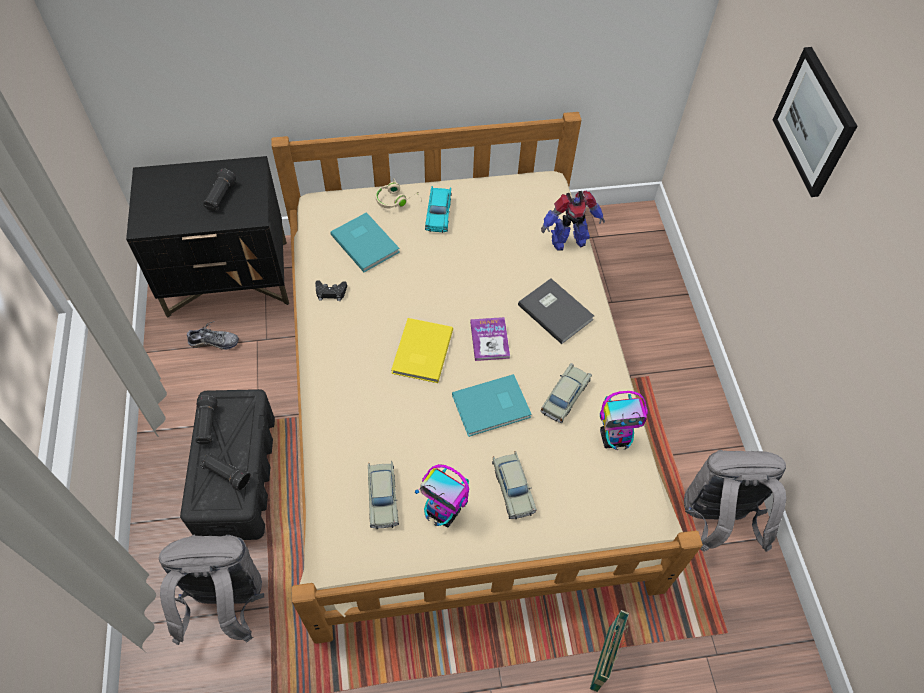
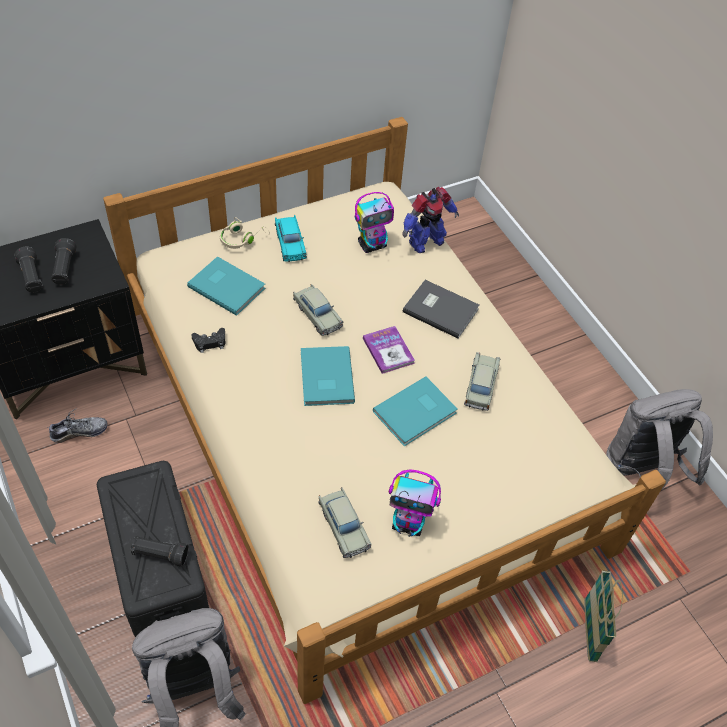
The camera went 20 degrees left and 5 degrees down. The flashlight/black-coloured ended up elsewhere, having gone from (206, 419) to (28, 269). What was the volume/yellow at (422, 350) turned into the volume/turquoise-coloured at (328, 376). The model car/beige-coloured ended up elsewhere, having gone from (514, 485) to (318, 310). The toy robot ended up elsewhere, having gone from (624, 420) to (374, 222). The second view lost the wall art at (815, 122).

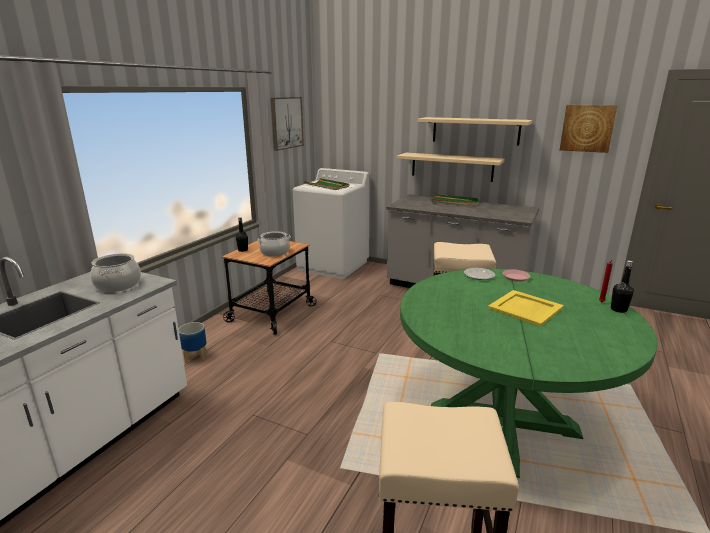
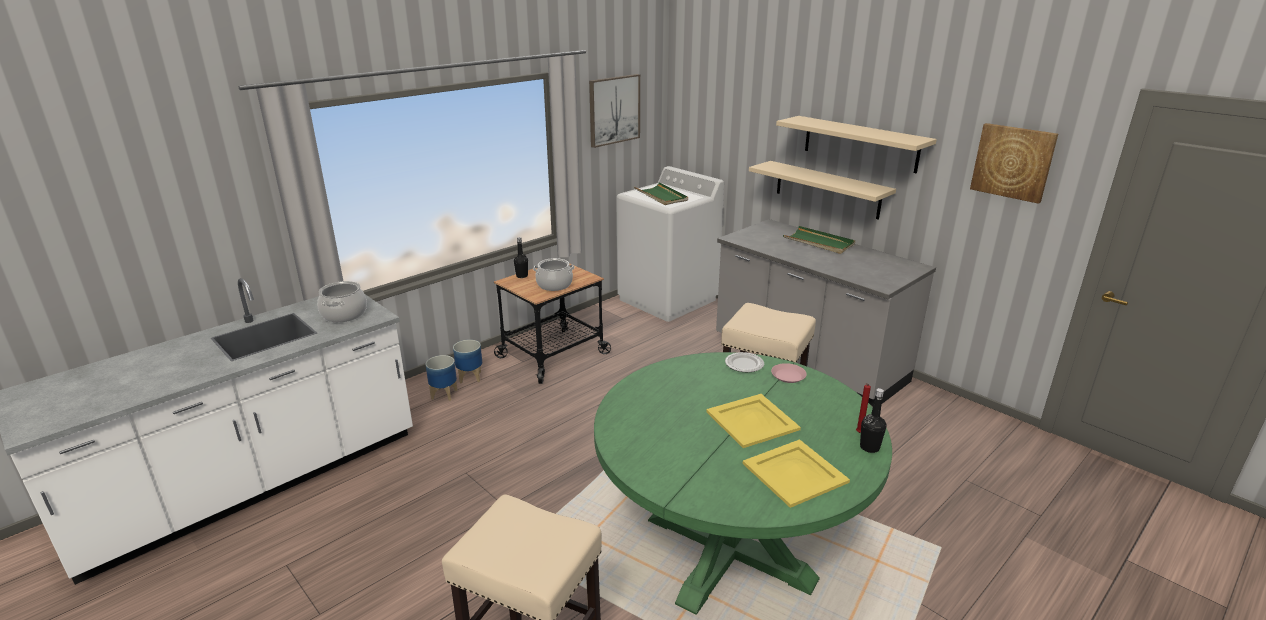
The camera went 20 degrees right and 5 degrees up. The second view gained the planter at (467, 361). The second view gained the serving tray/yellow at (796, 473).

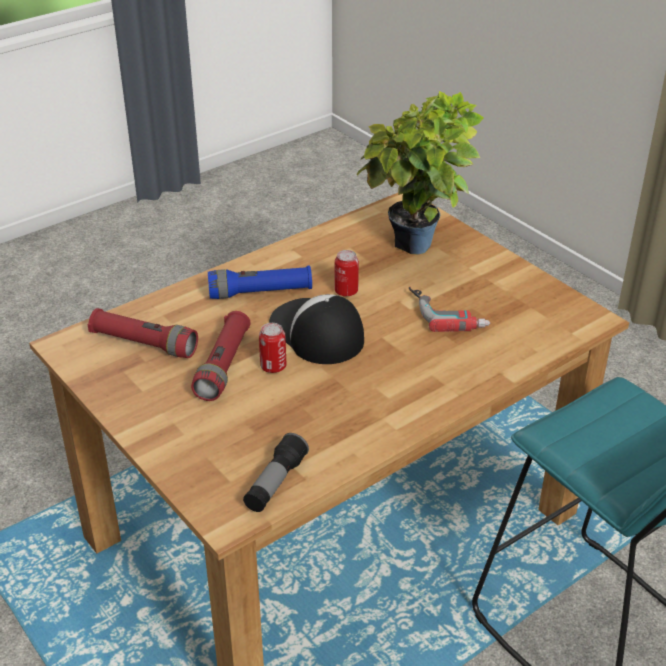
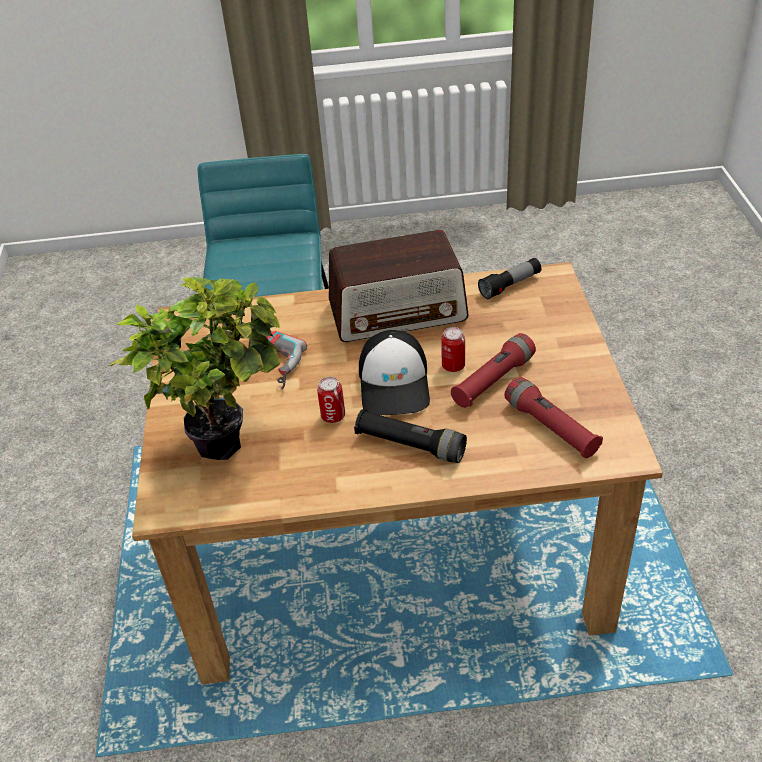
The camera went 145 degrees left and 5 degrees up. What was the flashlight/blue at (260, 282) turned into the flashlight/black-coloured at (410, 436). The second view gained the radio set at (399, 286).

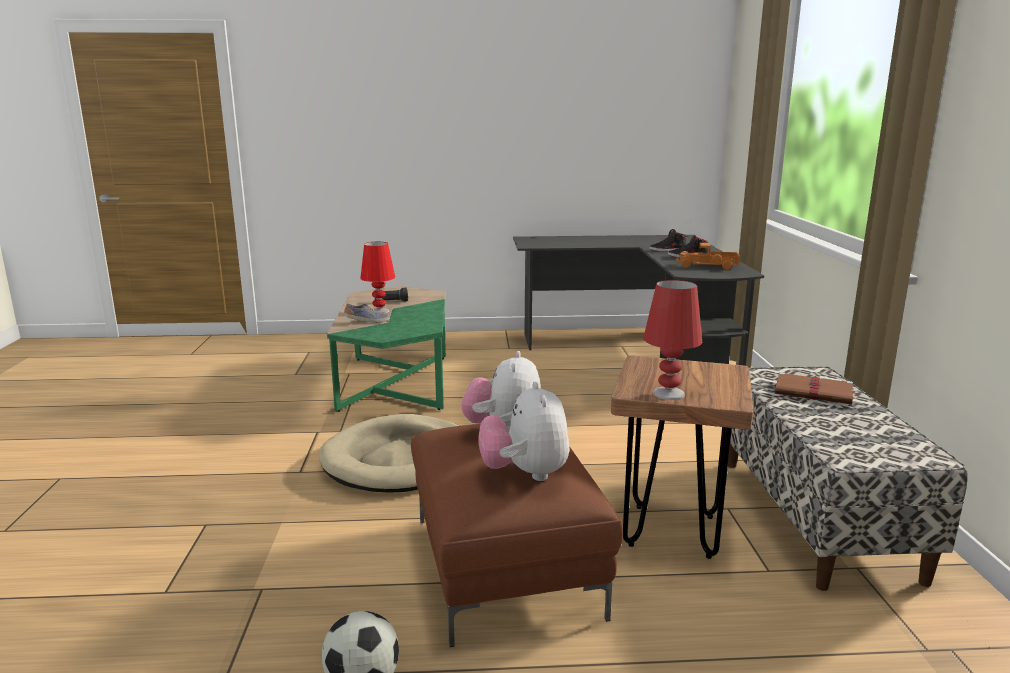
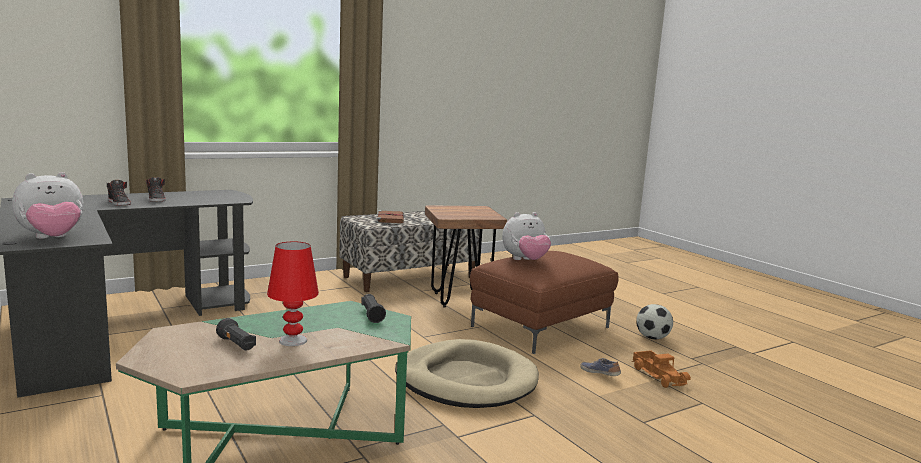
The camera went 120 degrees left and 5 degrees down. The low shoe ended up elsewhere, having gone from (367, 313) to (600, 367). The plush toy ended up elsewhere, having gone from (524, 431) to (48, 205). The second view lost the tabletop lamp/red at (672, 340). The model truck ended up elsewhere, having gone from (708, 256) to (661, 369). The second view gained the flashlight/black-coloured at (373, 308).

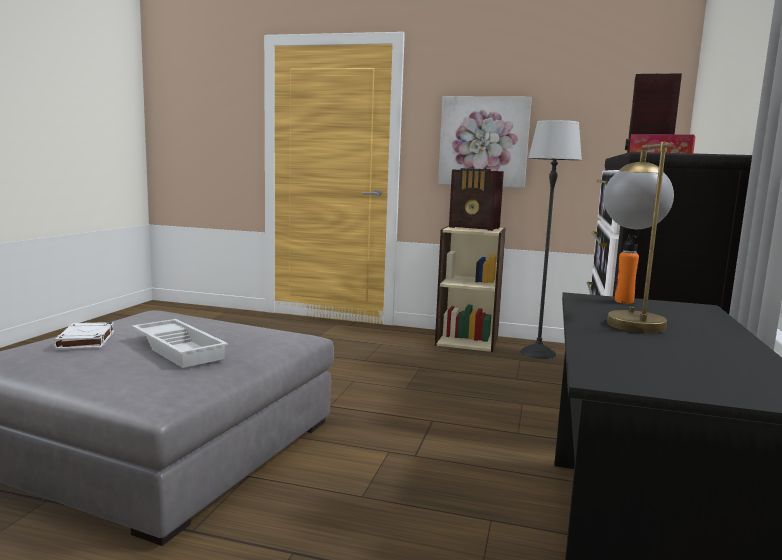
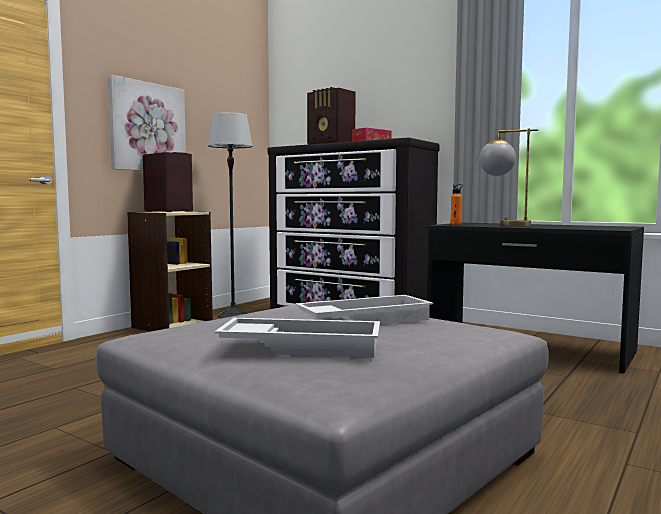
The camera went 70 degrees left and 5 degrees down. Where the volume/white stood at (83, 335), the serving tray/white came to stand at (297, 338). The radio set at (476, 199) ended up facing another way, 90 degrees counterclockwise from before.

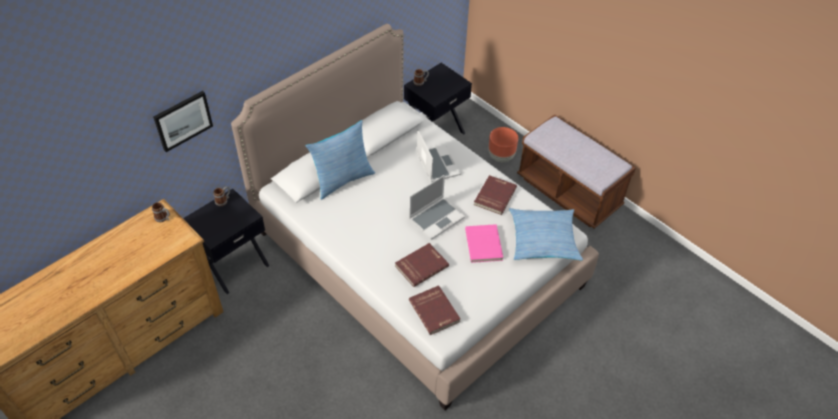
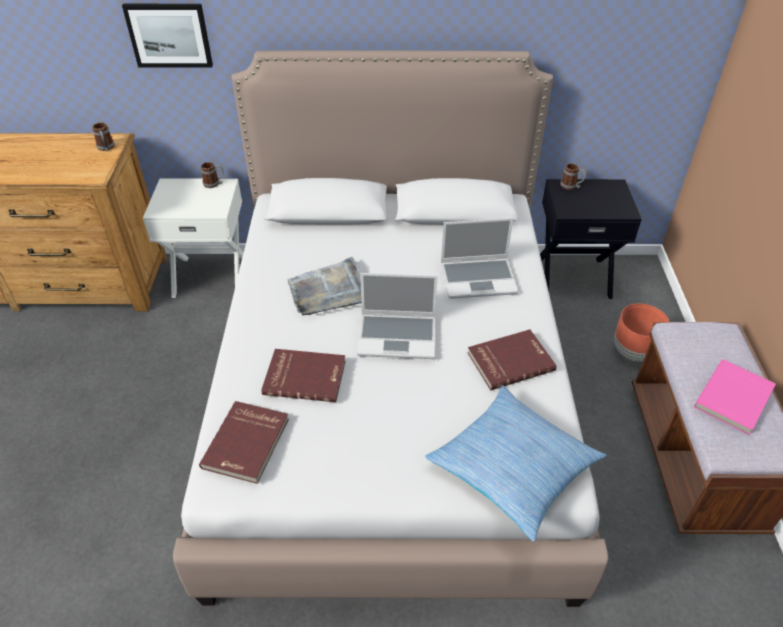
The camera went 45 degrees right and 5 degrees down. What was the nightstand/black-coloured at (226, 241) turned into the nightstand/white at (193, 238). The second view lost the cushion at (340, 160). The portable computer at (439, 156) ended up facing another way, 60 degrees clockwise from before. The volume/pink-coloured ended up elsewhere, having gone from (484, 243) to (735, 397). The second view gained the serving tray/gray at (324, 286).

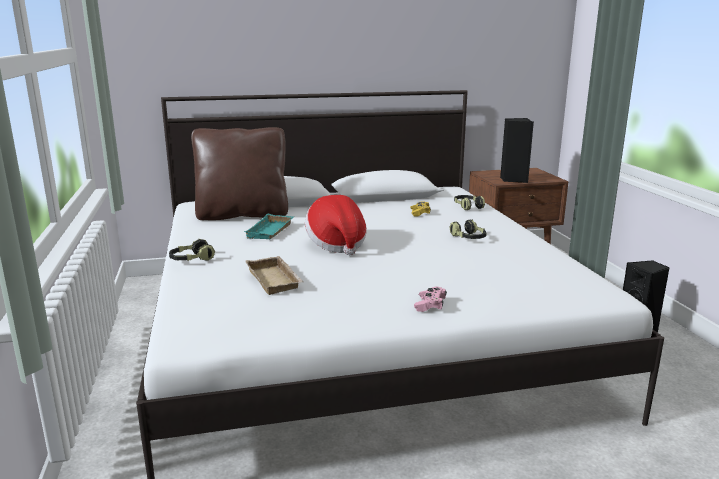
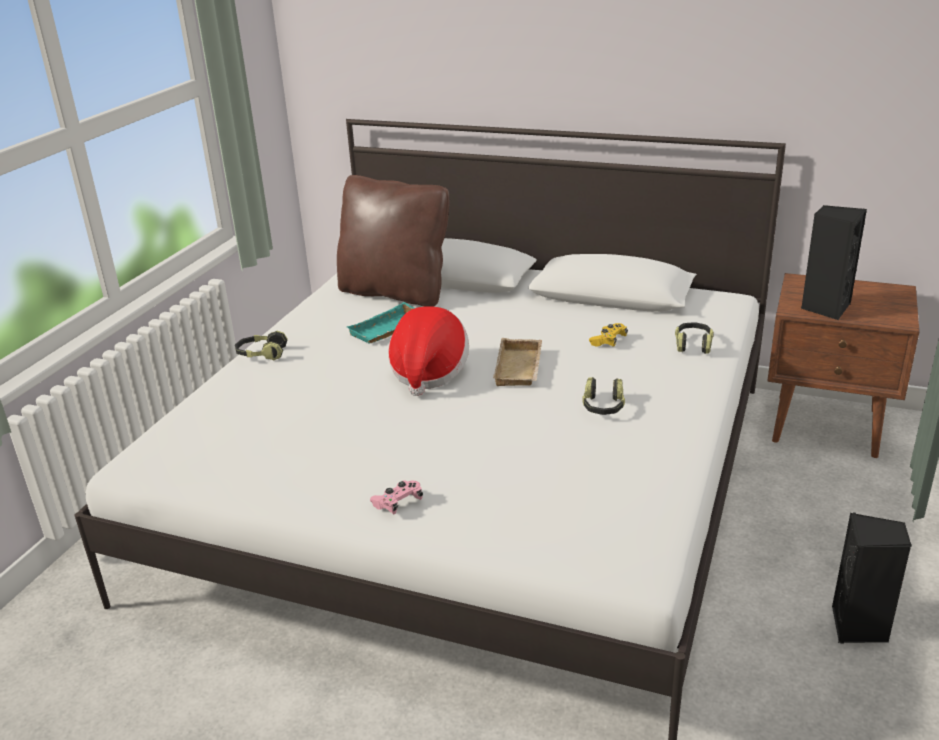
The camera went 35 degrees right and 10 degrees up. The serving tray/beige-coloured ended up elsewhere, having gone from (274, 275) to (517, 362).

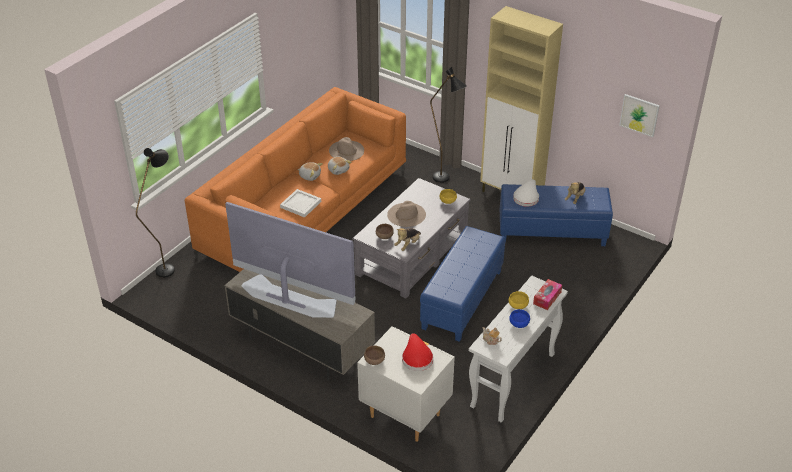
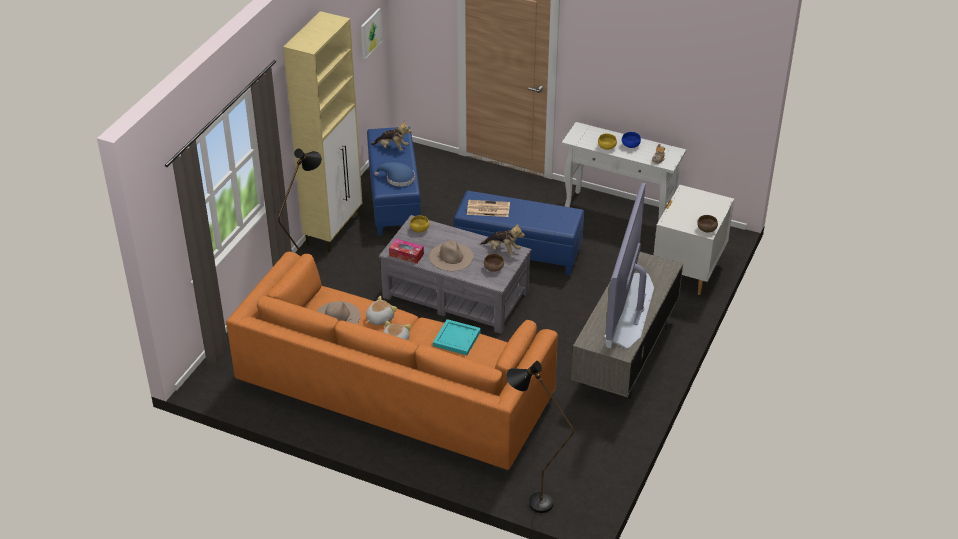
The camera went 100 degrees left and 0 degrees up. What was the serving tray/white at (300, 203) turned into the serving tray/turquoise-coloured at (457, 337). The second view lost the hat/red at (417, 352). What was the hat/white at (526, 193) turned into the hat/blue at (394, 174). The tissue box ended up elsewhere, having gone from (547, 294) to (406, 251). The second view gained the printed paper at (488, 208).

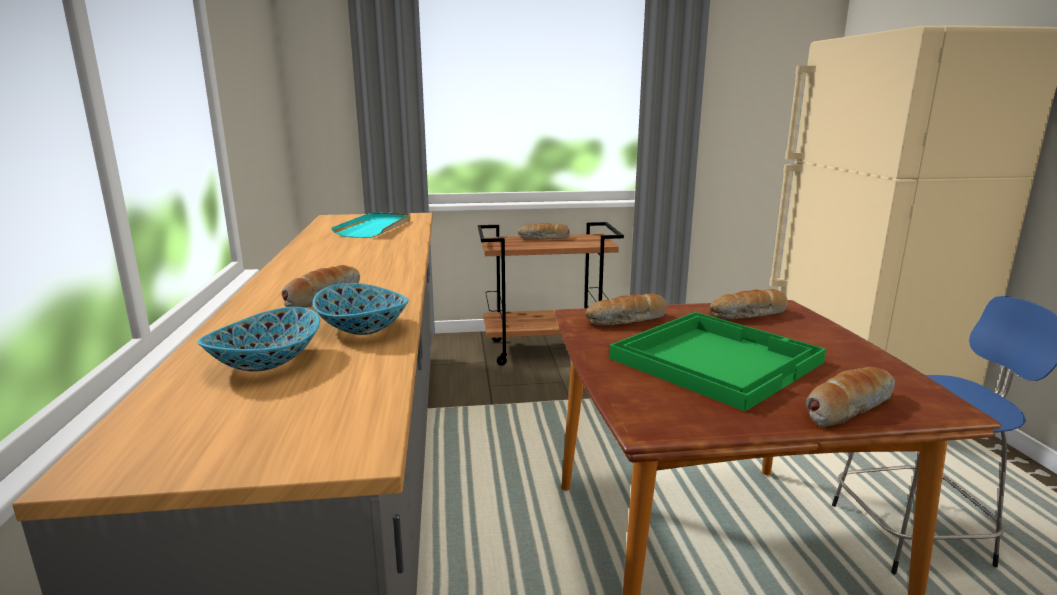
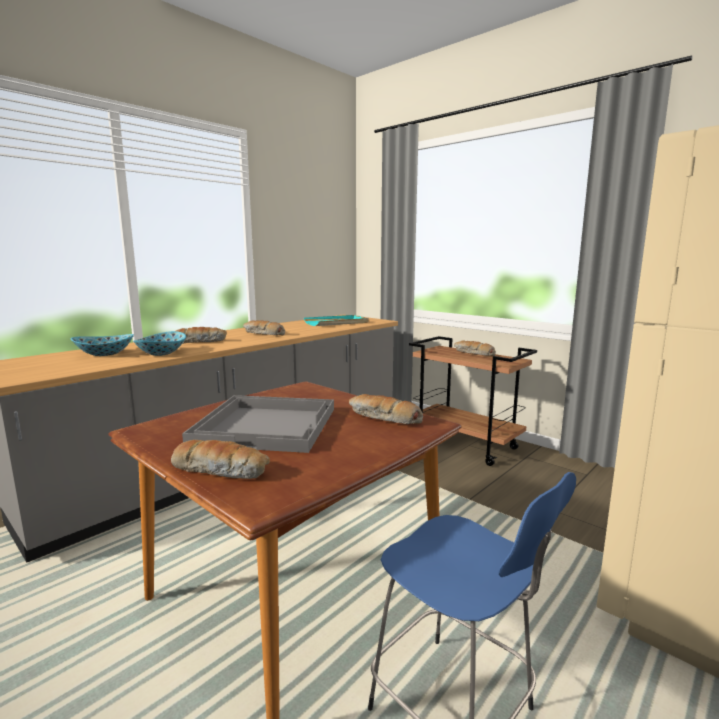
The camera went 50 degrees right and 5 degrees down. The baked bread ended up elsewhere, having gone from (626, 309) to (264, 327). What was the serving tray/green at (717, 361) turned into the serving tray/gray at (258, 424).

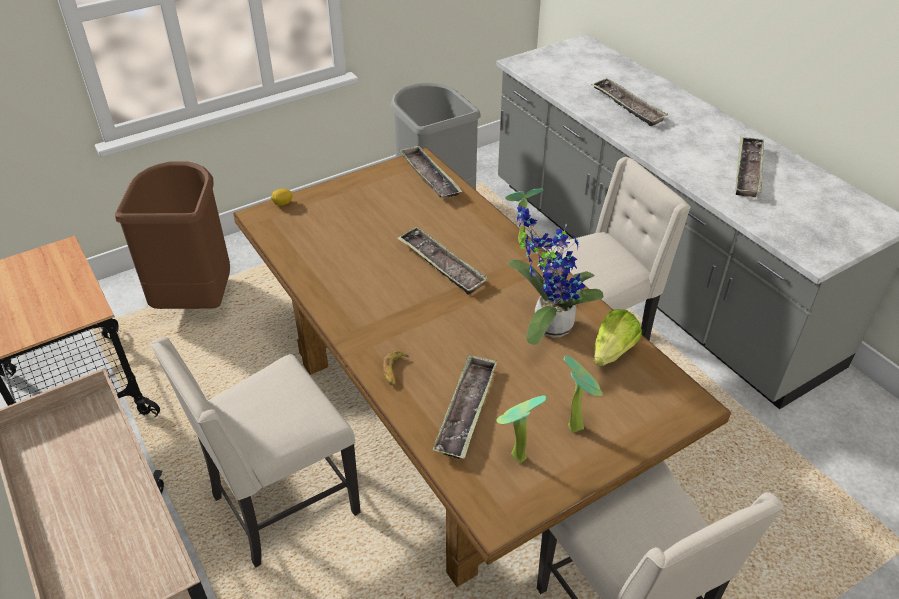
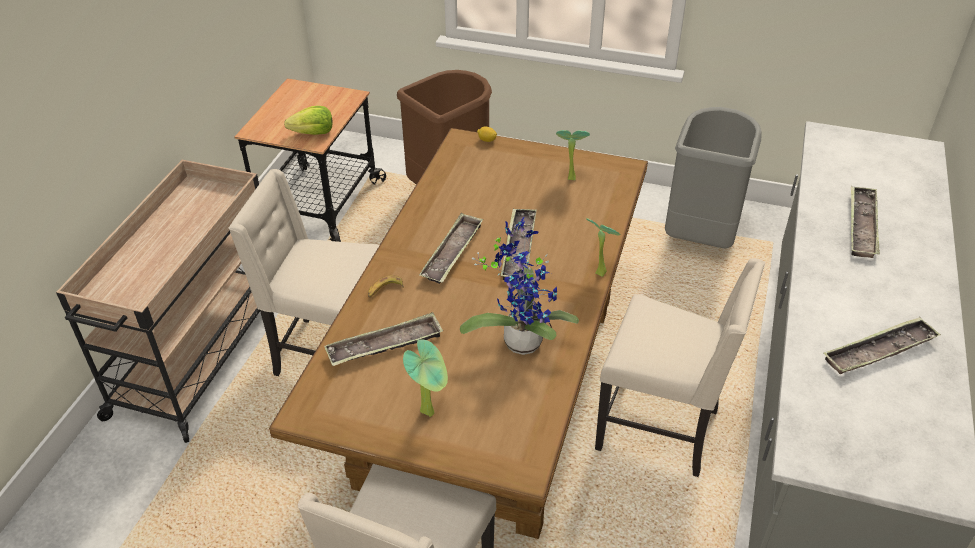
The camera went 50 degrees right and 0 degrees up. The serving tray ended up elsewhere, having gone from (431, 171) to (451, 248). The potted plant ended up elsewhere, having gone from (521, 429) to (573, 155). The lettuce ended up elsewhere, having gone from (618, 337) to (308, 120).

